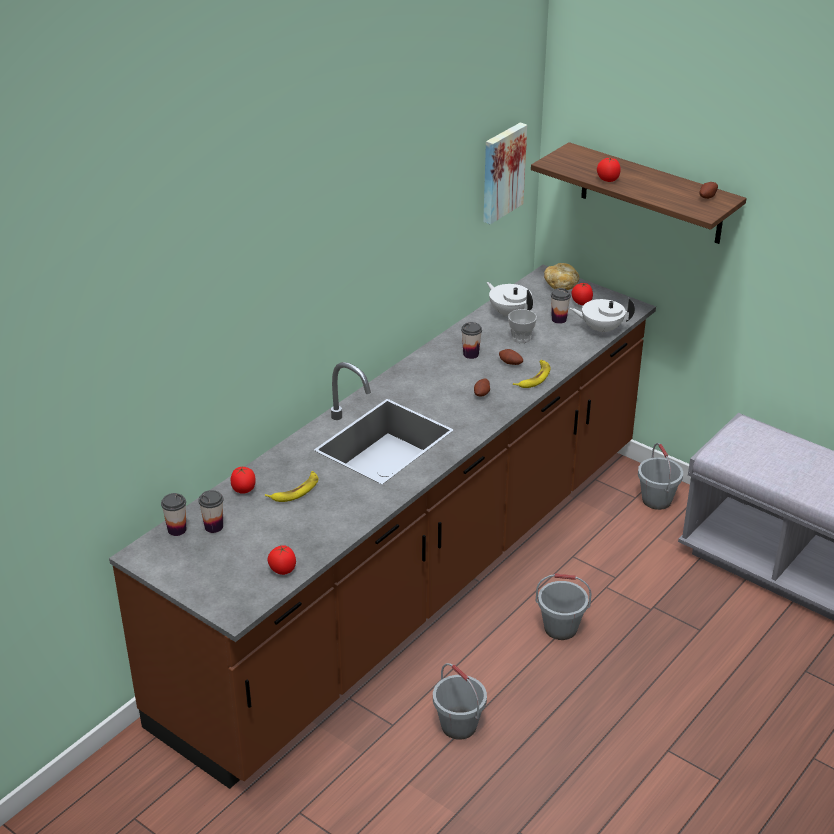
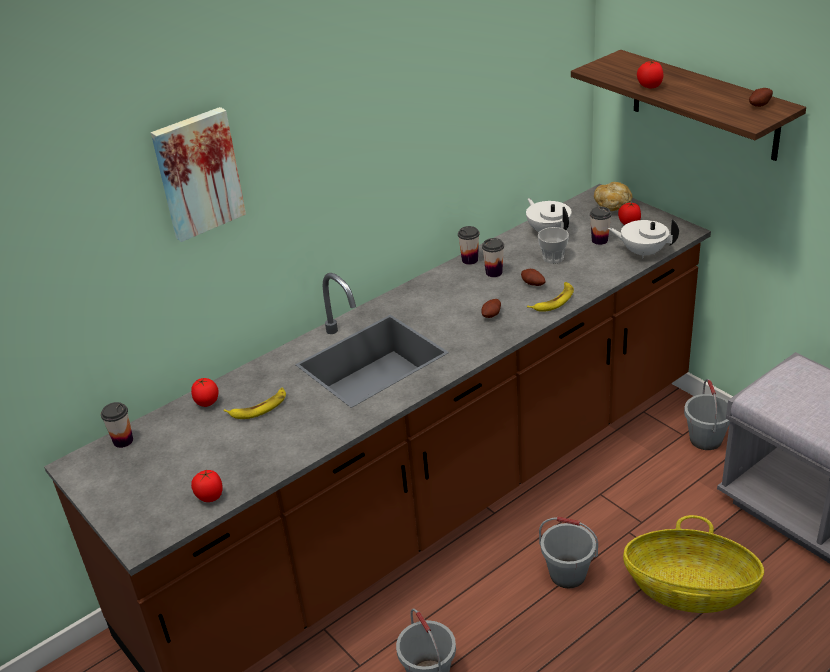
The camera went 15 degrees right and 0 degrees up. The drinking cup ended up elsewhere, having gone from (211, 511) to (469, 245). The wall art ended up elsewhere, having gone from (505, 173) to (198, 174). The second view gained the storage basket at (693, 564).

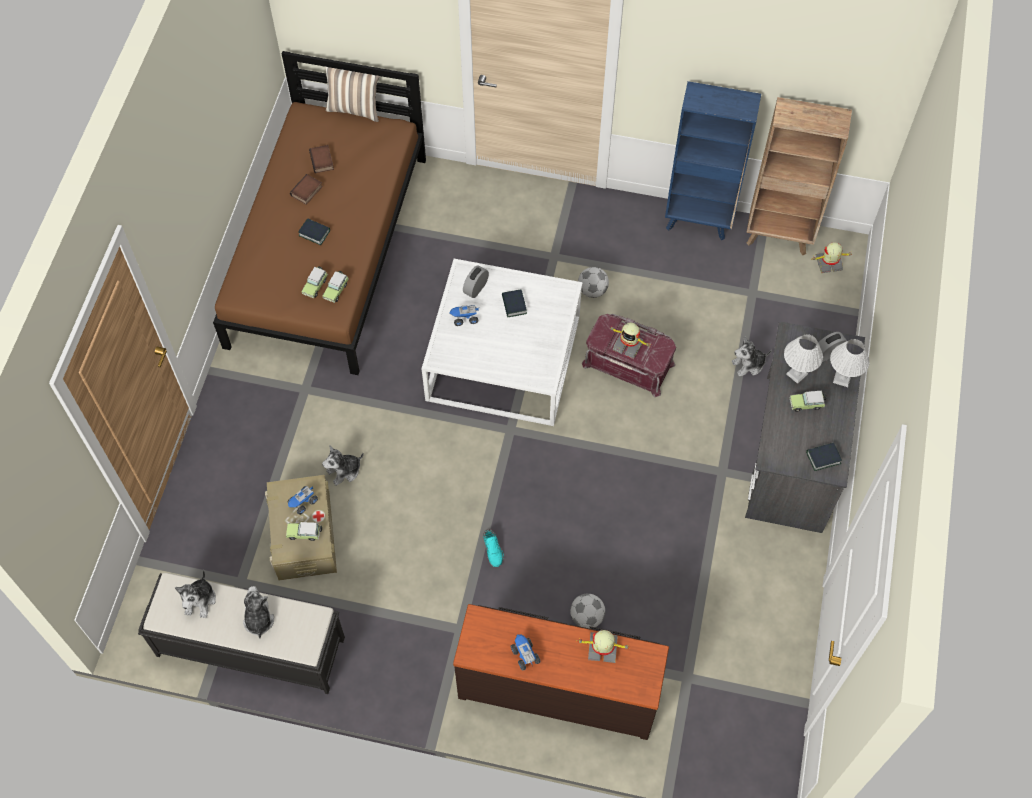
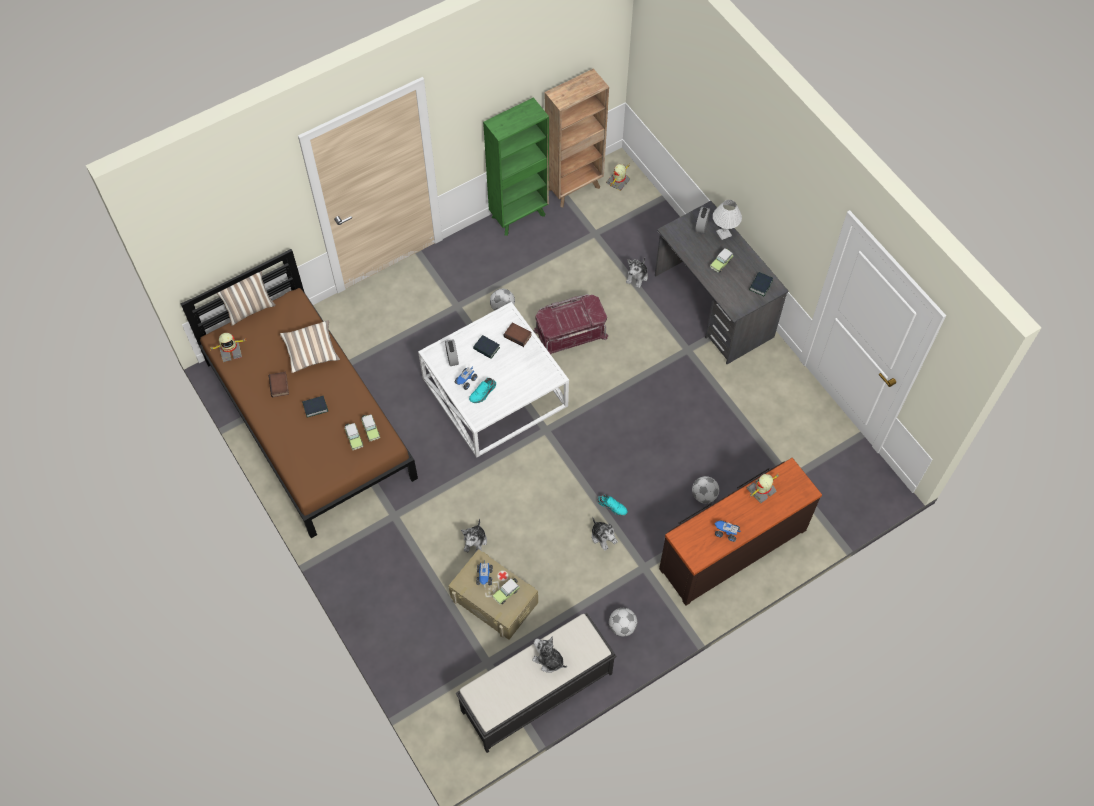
The camera went 45 degrees left and 0 degrees up. The plush toy ended up elsewhere, having gone from (195, 594) to (605, 534). The volume ended up elsewhere, having gone from (321, 159) to (518, 334). The toy robot ended up elsewhere, having gone from (629, 341) to (227, 347). What was the bookcase/blue at (713, 160) turned into the bookcase/green at (516, 166). The second view lost the tabletop lamp/white at (803, 359). The second view gained the cushion at (310, 346). The second view gained the low shoe/turquoise-coloured at (482, 390). The second view gained the football ball at (623, 622).

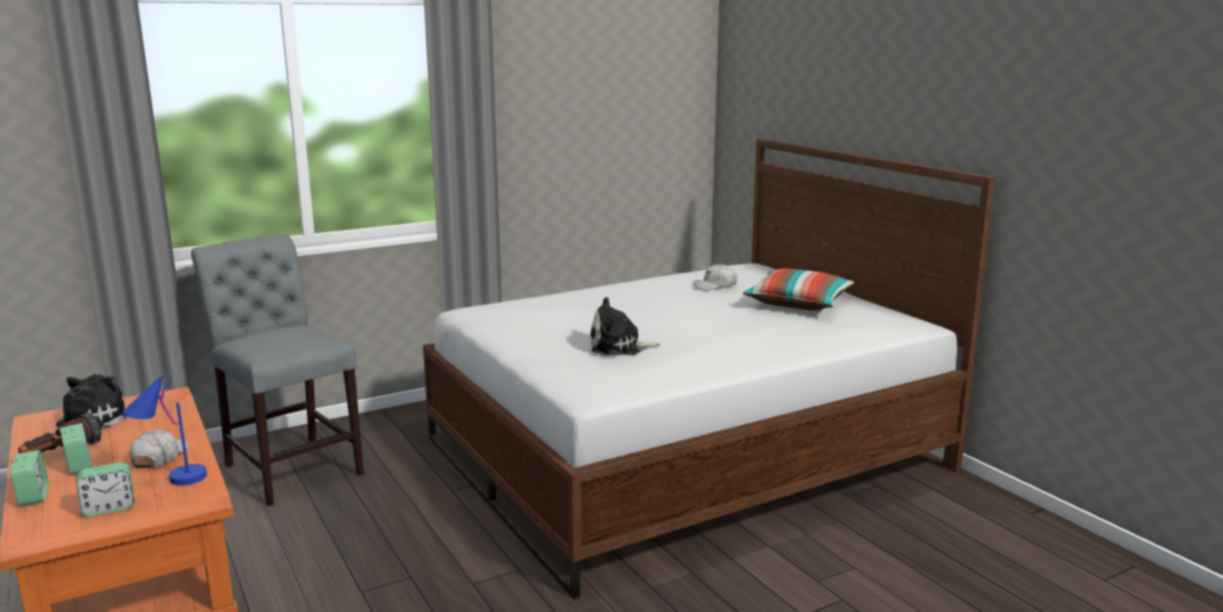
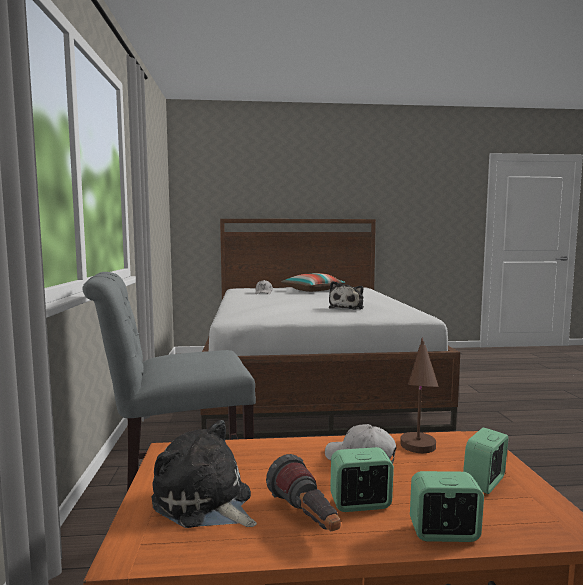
The camera went 65 degrees left and 10 degrees down. The bedside clock at (105, 489) ended up facing another way, 135 degrees counterclockwise from before. What was the tabletop lamp/blue at (165, 430) turned into the tabletop lamp/brown at (419, 395).

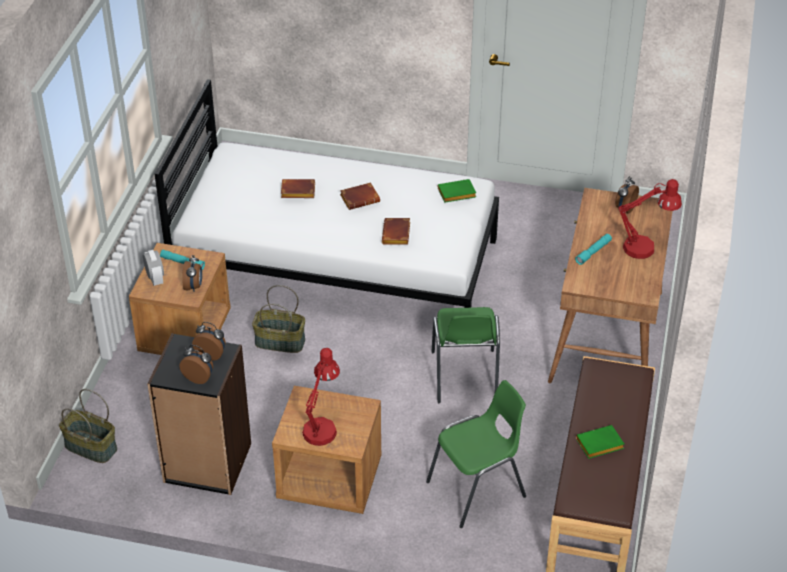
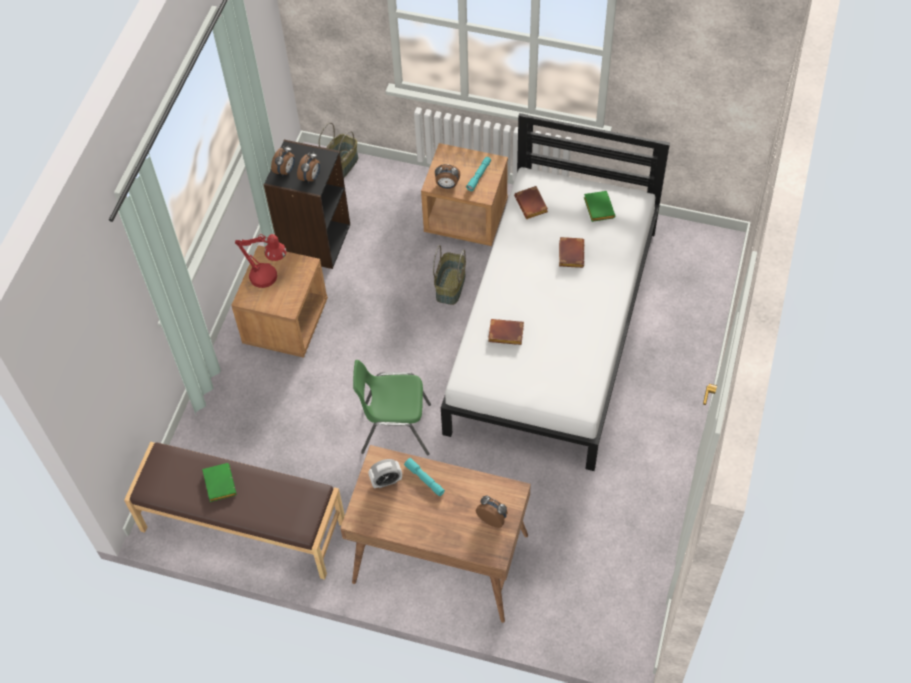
The camera went 95 degrees right and 15 degrees up. The bedside clock ended up elsewhere, having gone from (153, 268) to (385, 473). The volume/brown ended up elsewhere, having gone from (360, 196) to (531, 202). The second view lost the plain chair/green at (476, 454). The volume/green ended up elsewhere, having gone from (457, 191) to (599, 206). The second view lost the tabletop lamp/red at (650, 219).

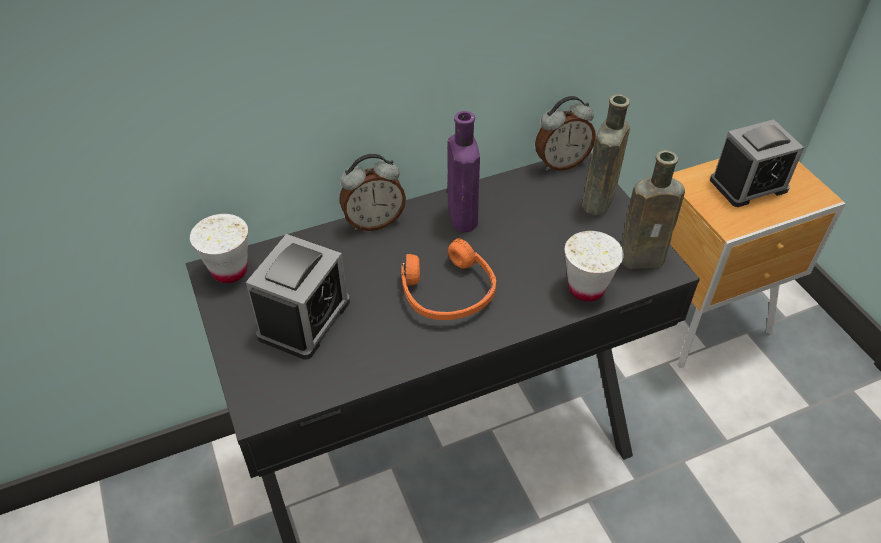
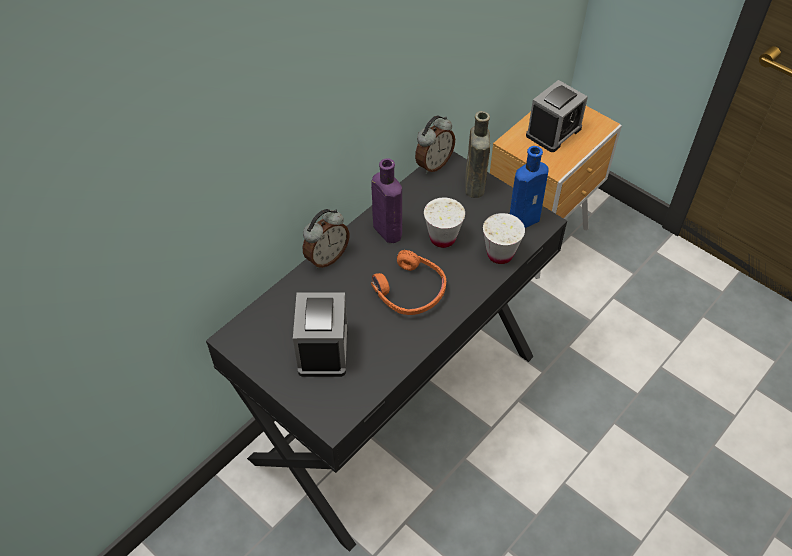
The camera went 25 degrees left and 5 degrees up. The drinking cup/white ended up elsewhere, having gone from (219, 248) to (444, 223). What was the bottle/brown at (653, 209) turned into the bottle/blue at (529, 187).

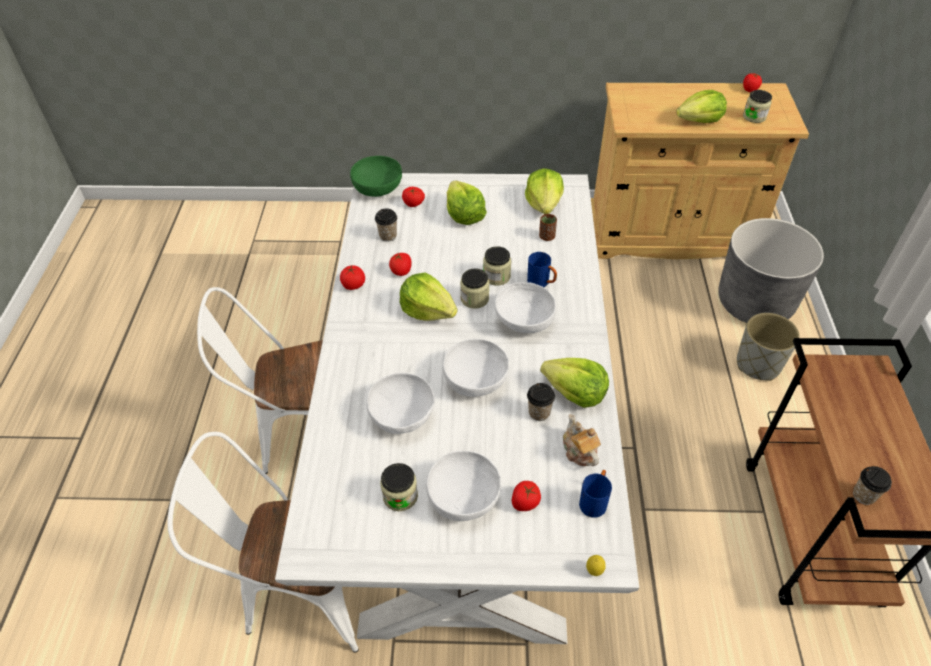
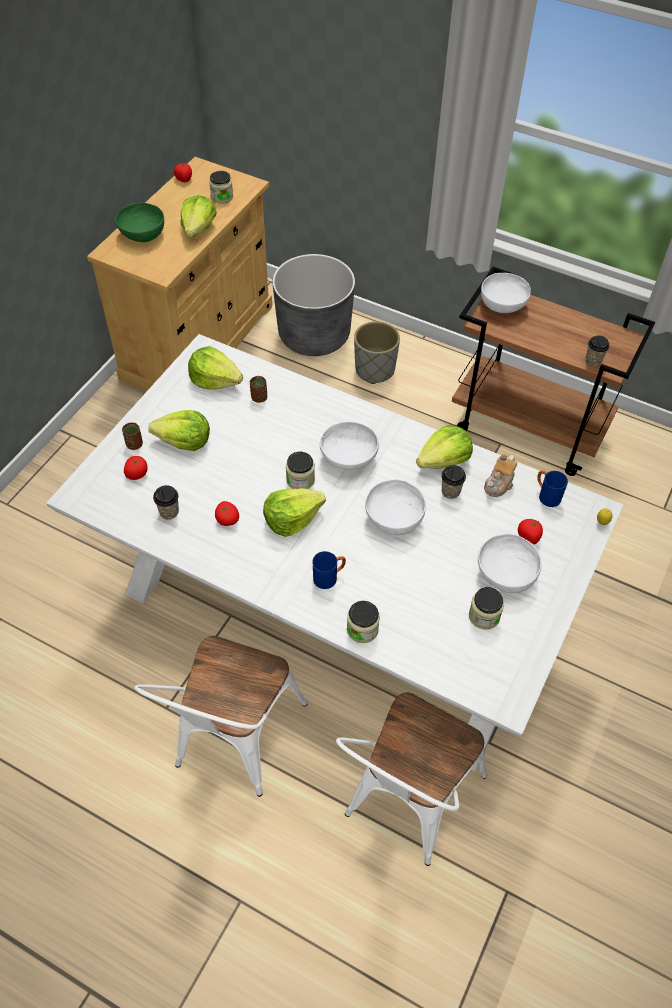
The camera went 65 degrees left and 5 degrees up. The second view lost the fresh tomato at (352, 277). The bowl/green ended up elsewhere, having gone from (376, 176) to (139, 222). The bowl/white ended up elsewhere, having gone from (400, 403) to (506, 293). The preserve jar ended up elsewhere, having gone from (497, 266) to (363, 622). The mug/blue ended up elsewhere, having gone from (542, 269) to (329, 570). The tea pot at (582, 440) ended up facing another way, 60 degrees counterclockwise from before. The second view gained the drinking cup/brown at (132, 436).

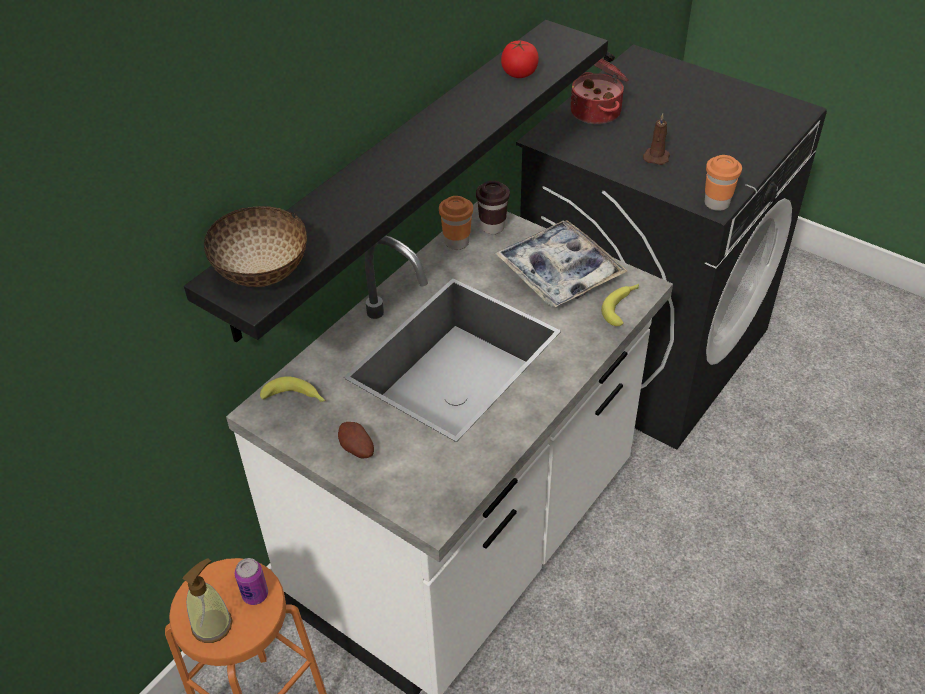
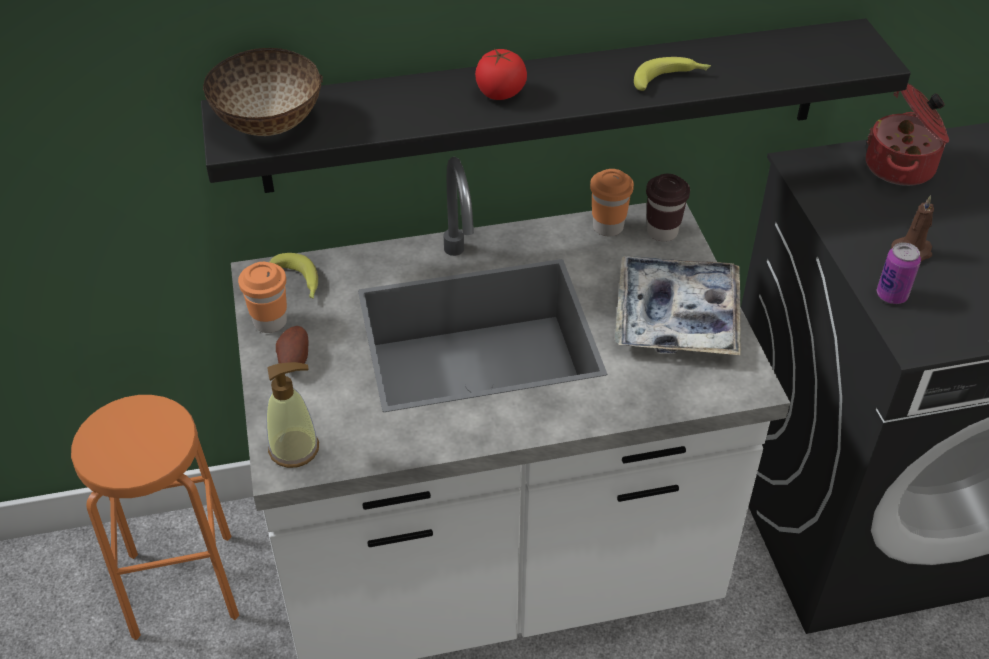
The camera went 40 degrees right and 0 degrees up. The liquid soap bottle ended up elsewhere, having gone from (207, 601) to (292, 415). The metal can ended up elsewhere, having gone from (251, 581) to (899, 273). The fresh tomato ended up elsewhere, having gone from (520, 59) to (501, 74). The banana fruit ended up elsewhere, having gone from (620, 305) to (672, 74). The drinking cup/orange-coloured ended up elsewhere, having gone from (723, 183) to (262, 297).

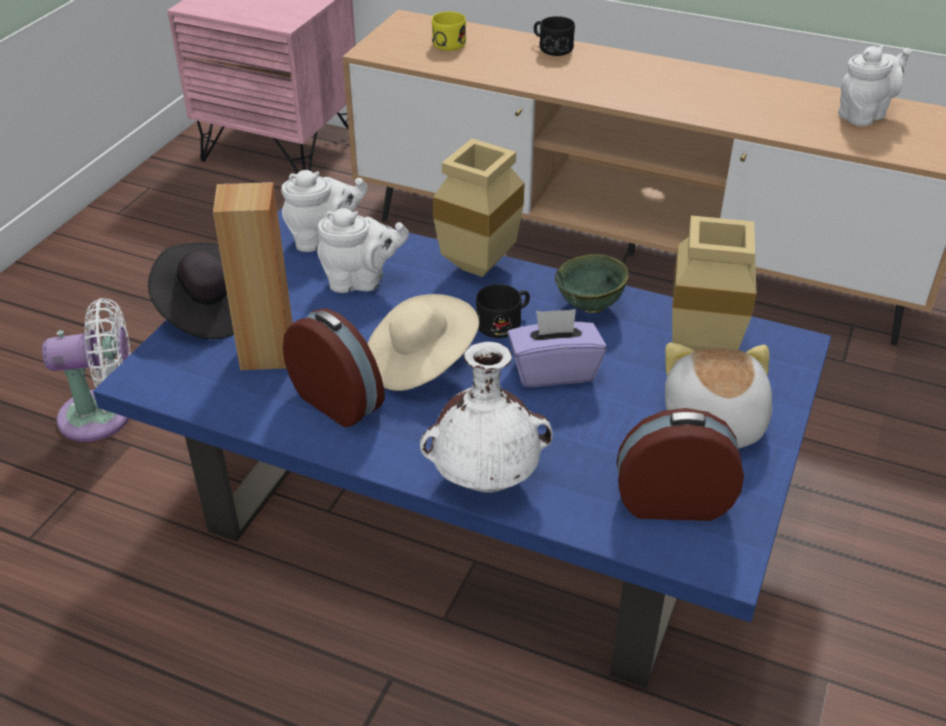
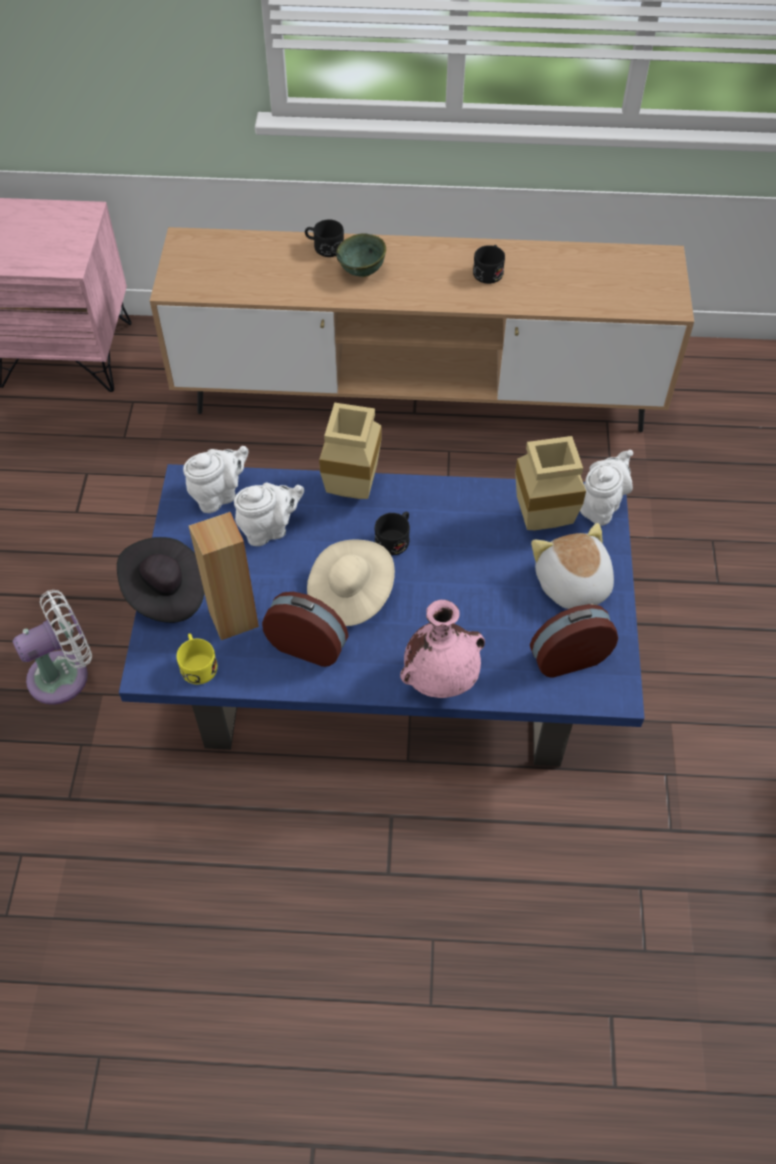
The camera went 20 degrees left and 15 degrees up. What was the decorative vase/white at (486, 417) turned into the decorative vase/pink-coloured at (442, 649). The mug/yellow ended up elsewhere, having gone from (449, 31) to (197, 658). The second view lost the tissue box/purple at (557, 348). The bowl/green ended up elsewhere, having gone from (592, 283) to (361, 255). The tea pot/white ended up elsewhere, having gone from (874, 86) to (606, 488). The second view gained the mug/black-coloured at (489, 264).

